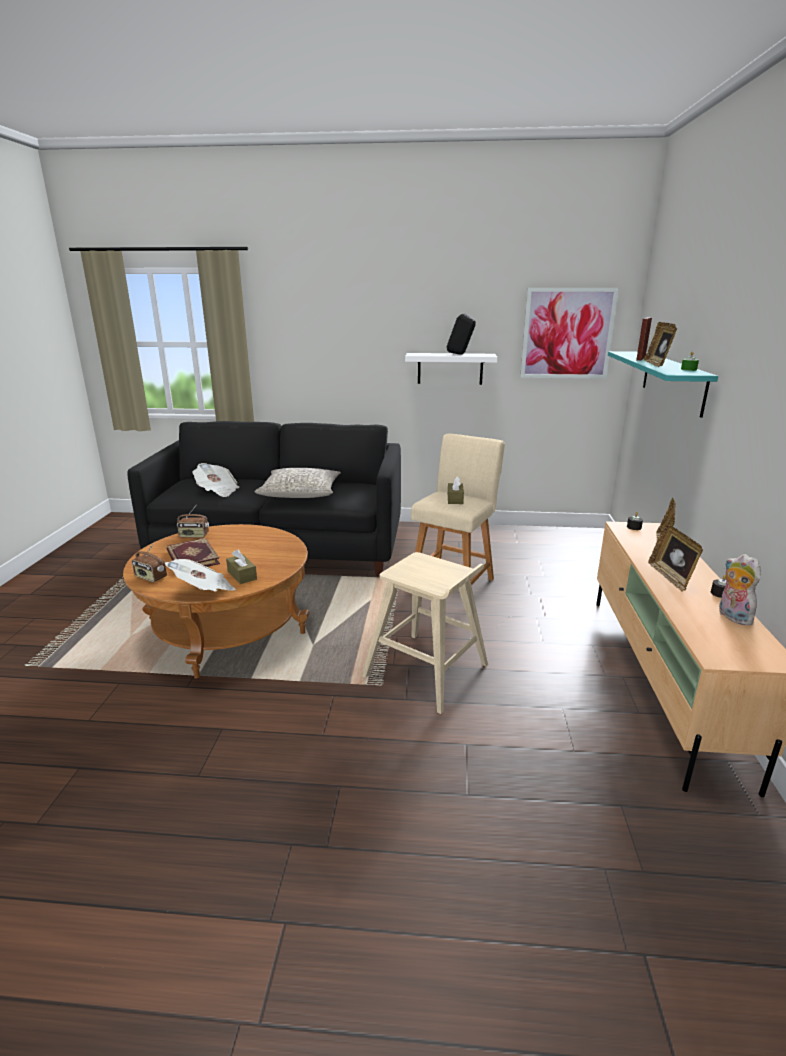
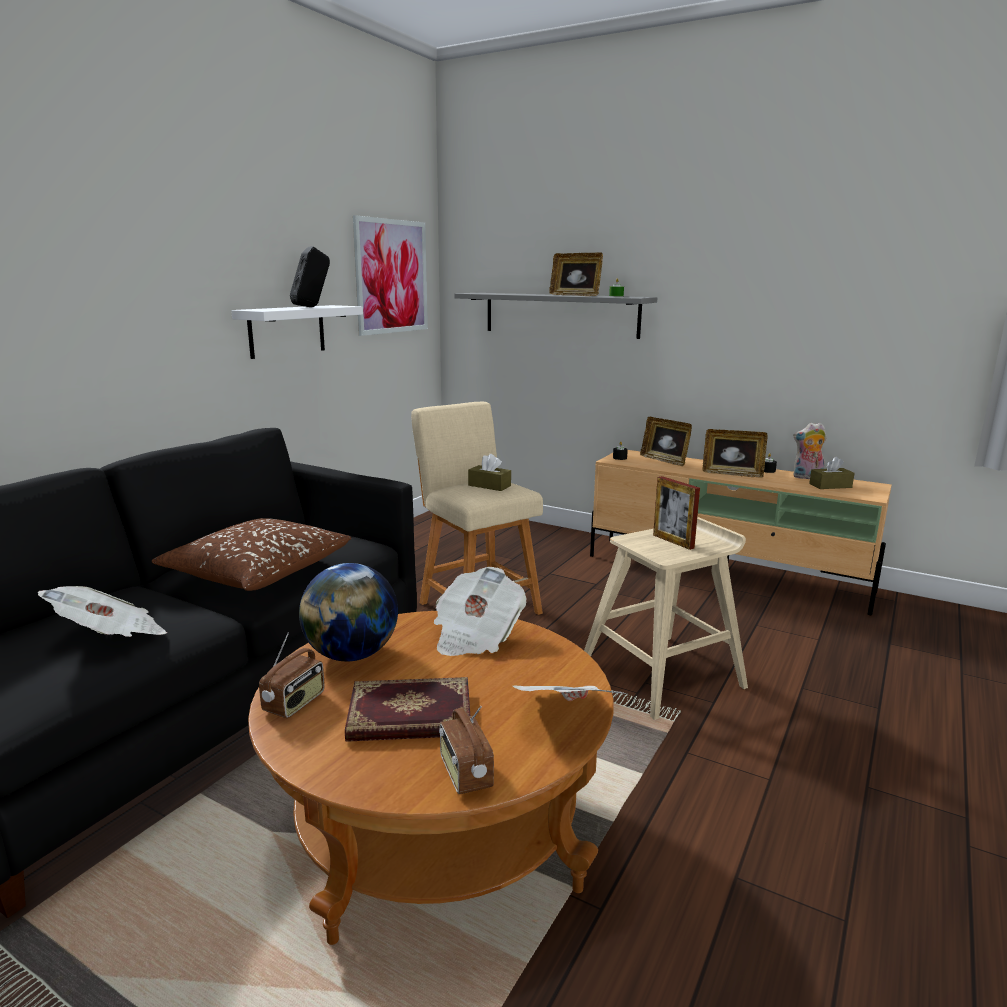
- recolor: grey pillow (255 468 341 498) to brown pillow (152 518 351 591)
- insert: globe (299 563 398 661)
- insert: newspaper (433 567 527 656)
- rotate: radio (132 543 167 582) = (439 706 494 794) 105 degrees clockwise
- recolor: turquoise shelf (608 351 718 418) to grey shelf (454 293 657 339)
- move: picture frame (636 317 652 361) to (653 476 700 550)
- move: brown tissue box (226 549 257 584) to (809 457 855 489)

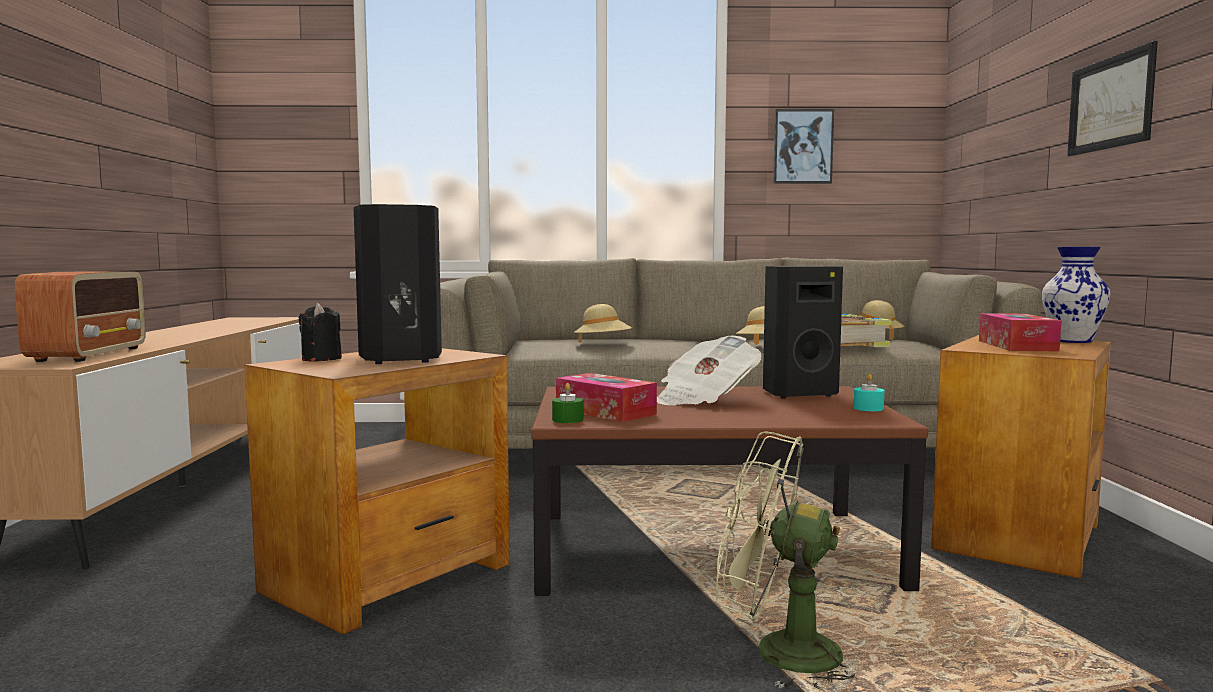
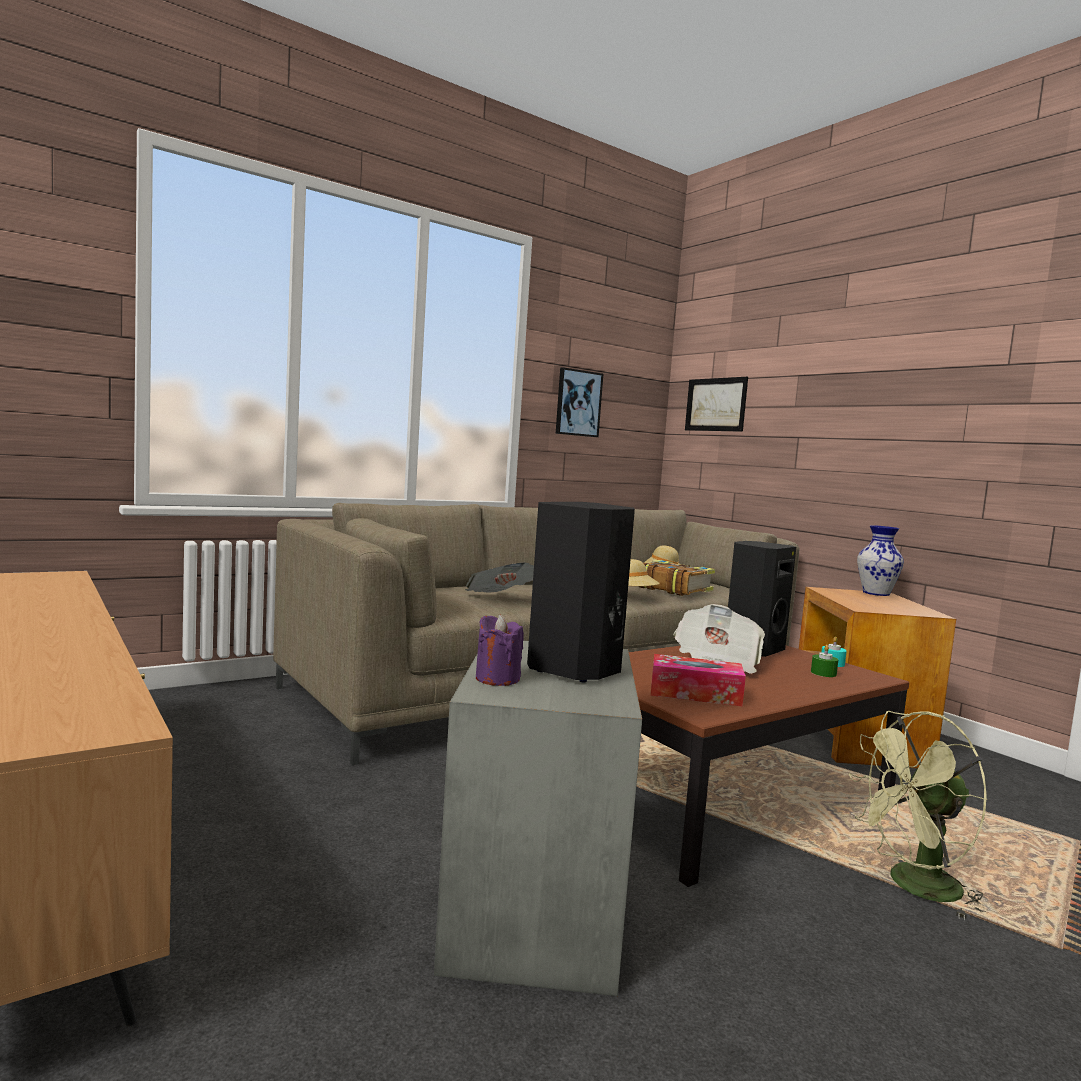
- recolor: brown side table (244 348 510 635) to grey side table (434 641 642 996)
- replace: beige hat (574 304 632 343) to newspaper (465 562 534 593)
- recolor: black candle (298 303 342 362) to purple candle (476 614 524 686)
- move: picture (1067 41 1158 156) to (685 377 748 432)
- move: green candle (552 383 583 423) to (811 645 838 677)
- delete: radio (15 271 146 362)
- delete: tissue box (979 313 1062 351)

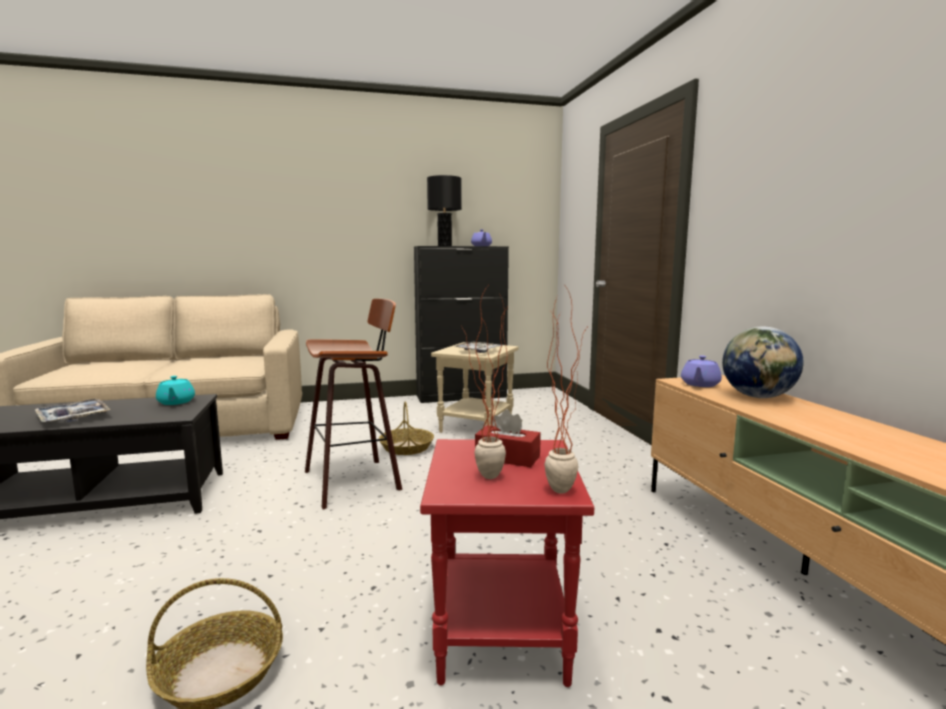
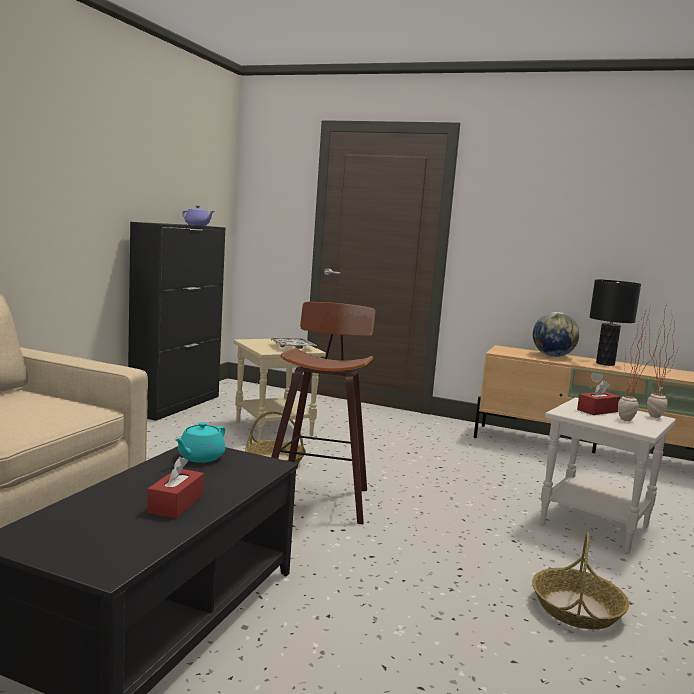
- replace: tray (35 399 110 423) to red tissue box (147 457 204 519)
- rotate: turquoise teapot (156 376 195 405) = (175 422 225 463) 105 degrees clockwise
- recolor: red side table (420 439 594 687) to white side table (540 397 676 553)
- move: black table lamp (427 175 462 246) to (589 279 641 366)
- delete: purple teapot (681 356 722 387)

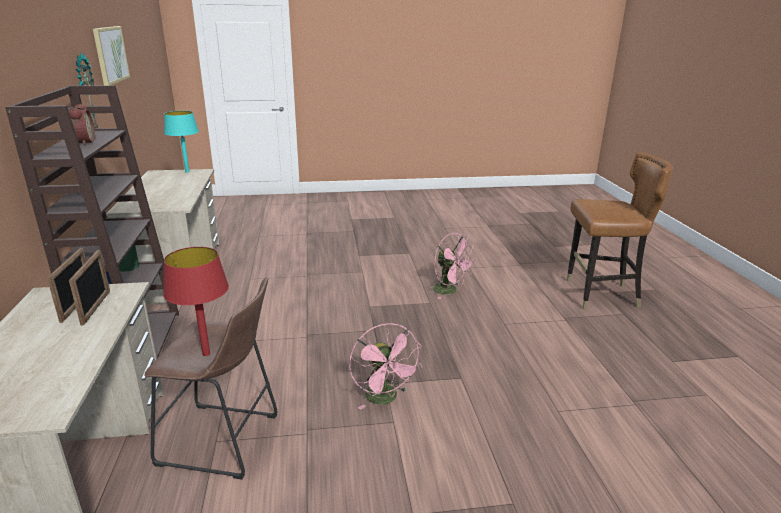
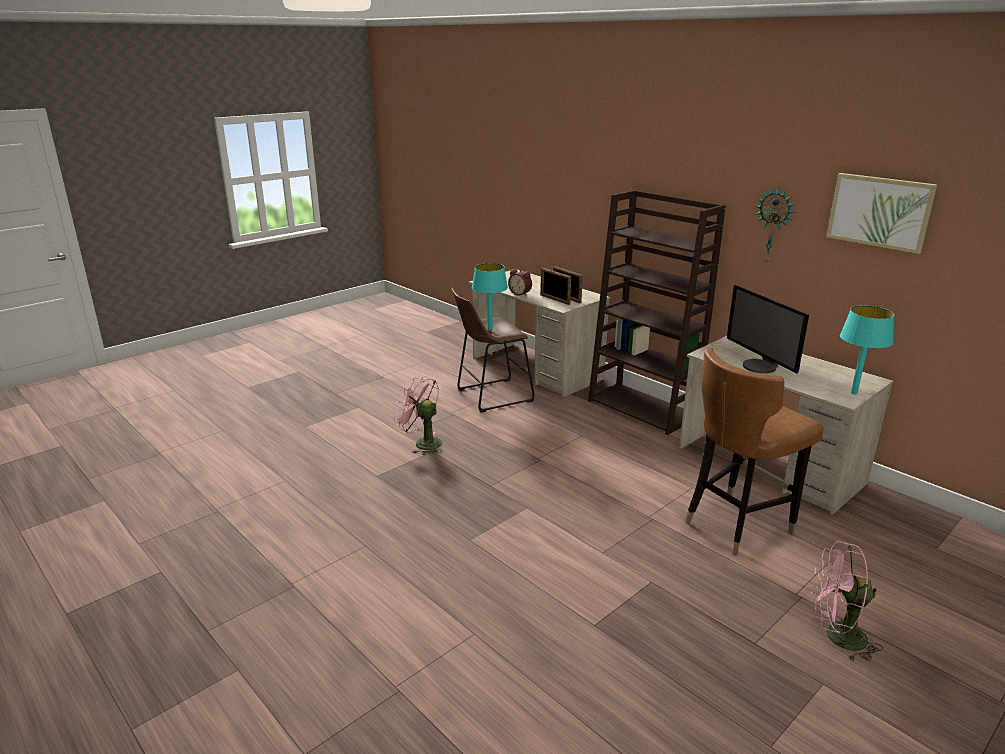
- recolor: red table lamp (163 247 229 356) to turquoise table lamp (472 263 508 330)
- move: alarm clock (69 104 95 145) to (508 269 532 296)
- move: brown chair (567 152 673 310) to (685 348 823 556)
- insert: monitor (727 285 809 374)
- move: pink fan (433 233 476 299) to (811 541 883 661)

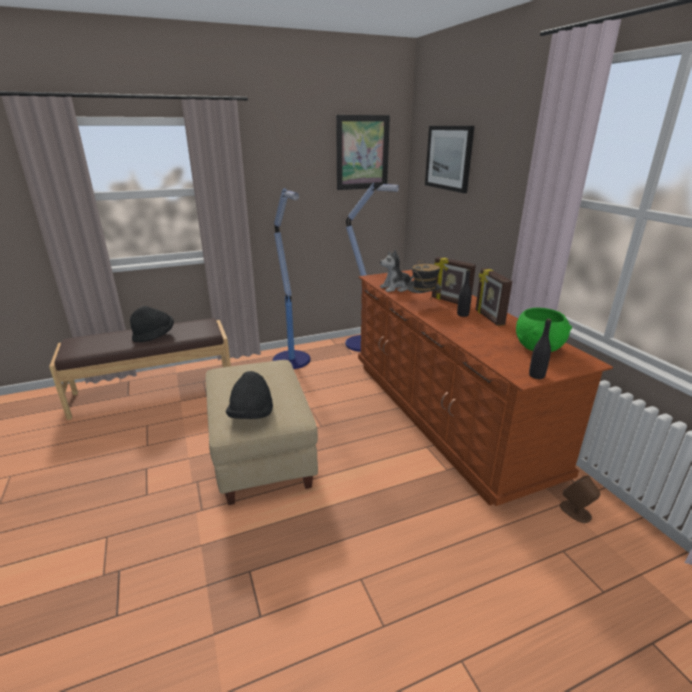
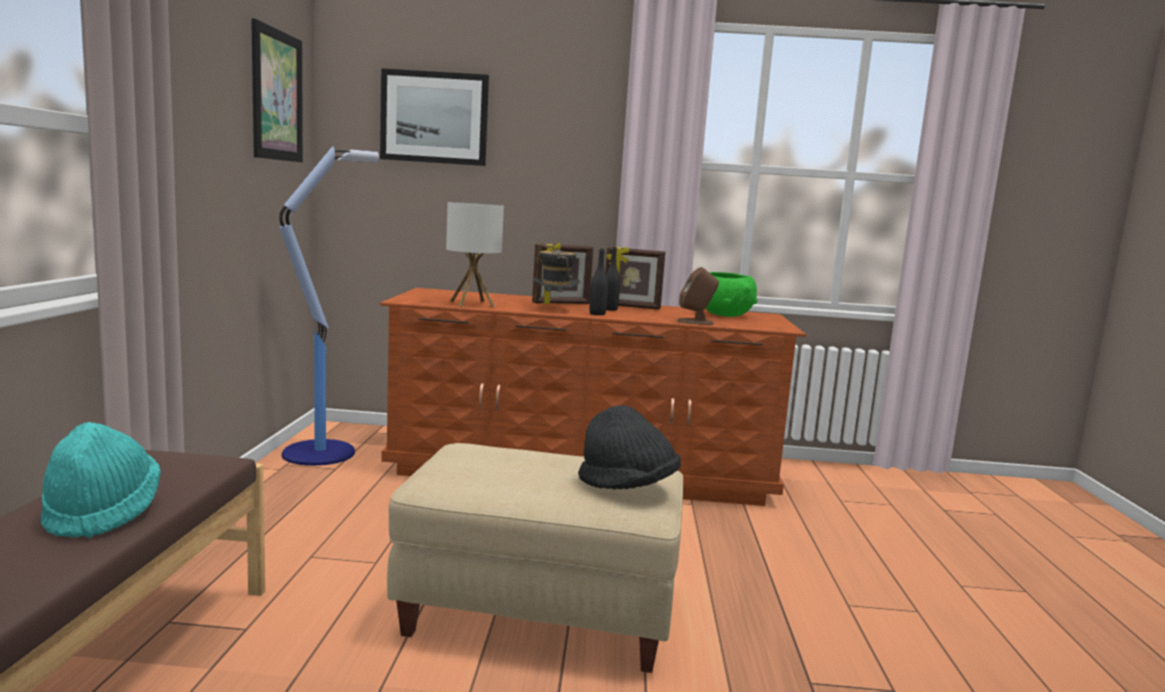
- recolor: black hat (130 306 174 342) to turquoise hat (41 422 161 538)
- replace: plush toy (380 250 414 292) to table lamp (446 202 504 307)
- move: black bottle (529 319 551 379) to (590 248 608 315)
- move: brown speaker (560 476 600 523) to (677 267 719 325)
- delete: floor lamp (272 188 311 369)

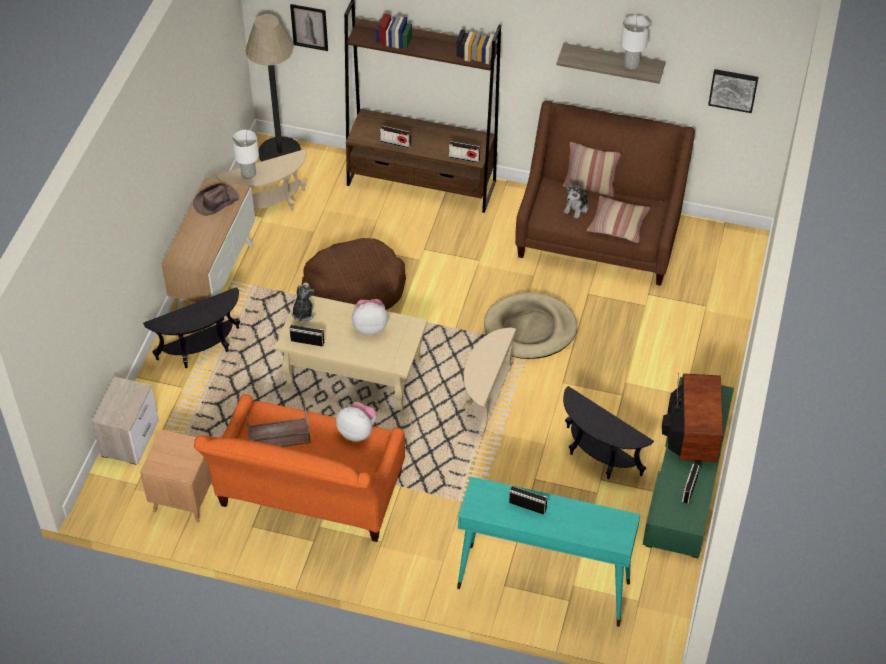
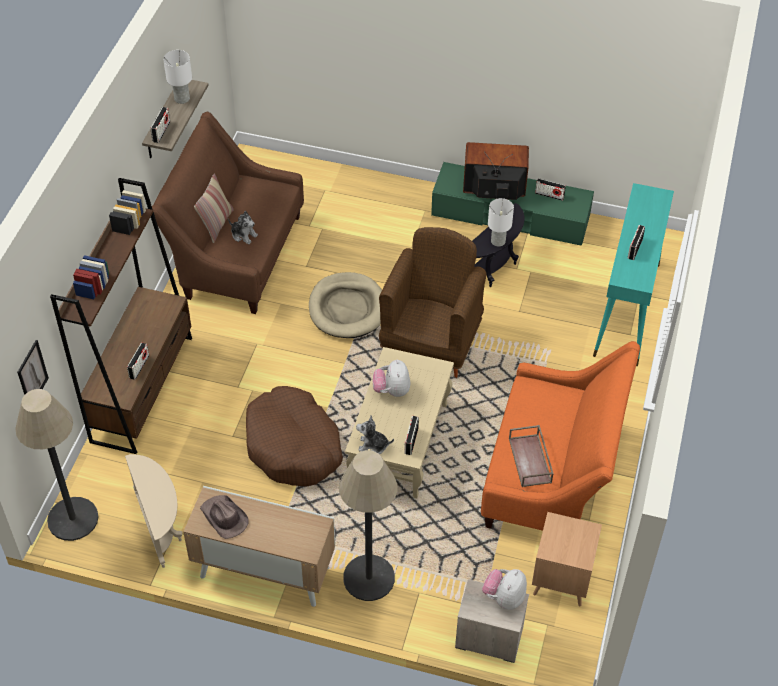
- move: radio (449 141 480 163) to (151 107 170 143)
- replace: black side table (143 287 240 368) to floor lamp (339 450 397 601)
- replace: beige side table (464 328 516 437) to brown armchair (379 227 487 378)
- move: plush toy (336 402 377 441) to (482 569 527 610)
- move: white table lamp (232 130 259 179) to (488 198 514 247)
- delete: pillow (587 196 650 243)
- delete: picture (708 69 759 113)

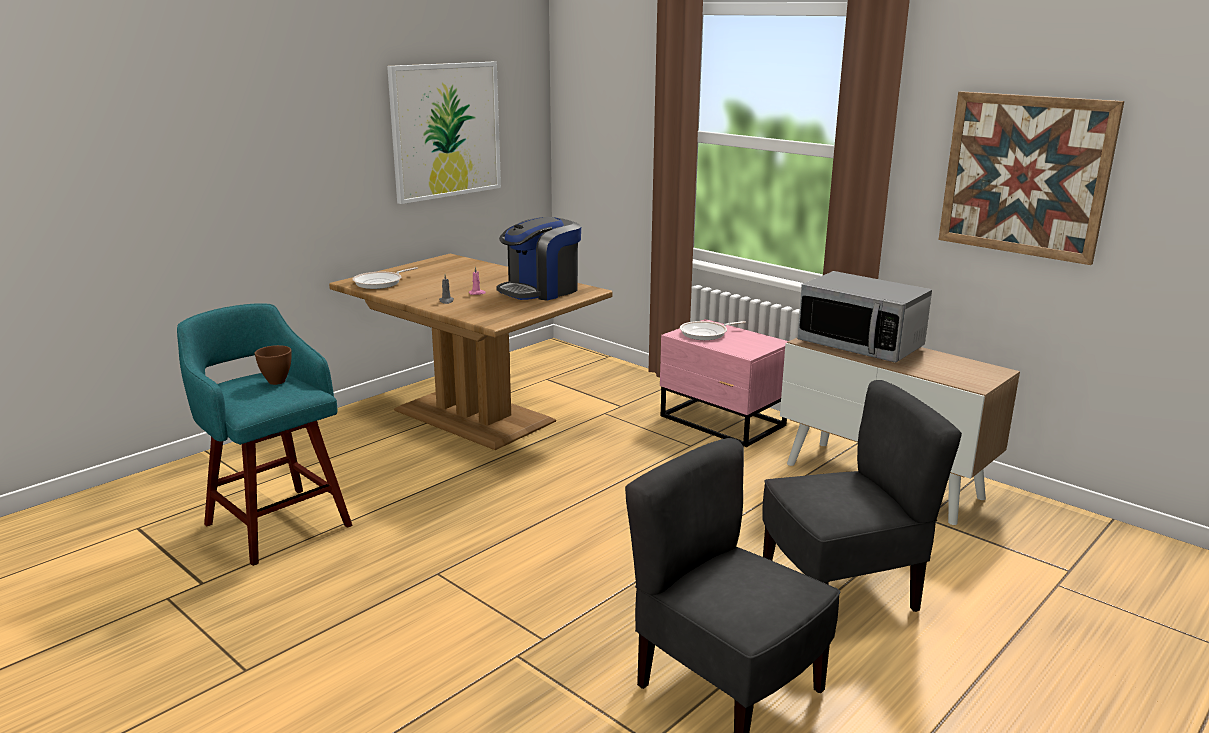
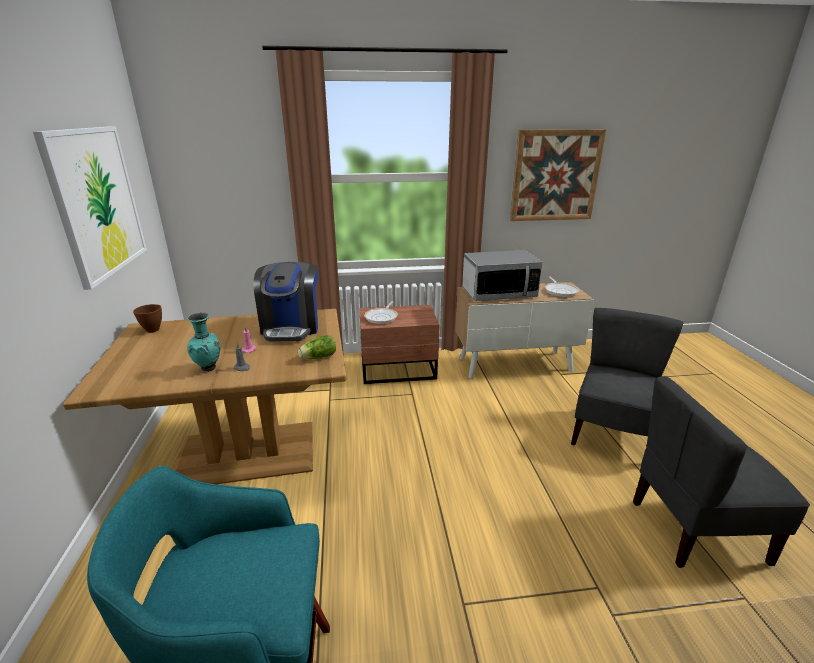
- move: brown bowl (255 345 291 385) to (133 304 162 333)
- insert: turquoise vase (187 313 220 372)
- insert: lettuce (298 335 336 359)
- recolor: pink nightstand (660 319 788 447) to brown nightstand (359 305 439 384)
- move: frying pan (353 267 418 289) to (545 276 579 297)

